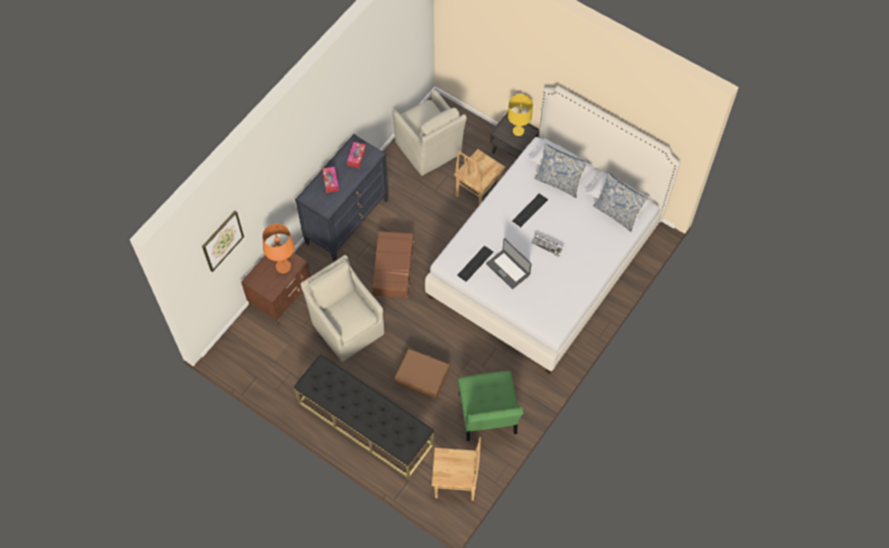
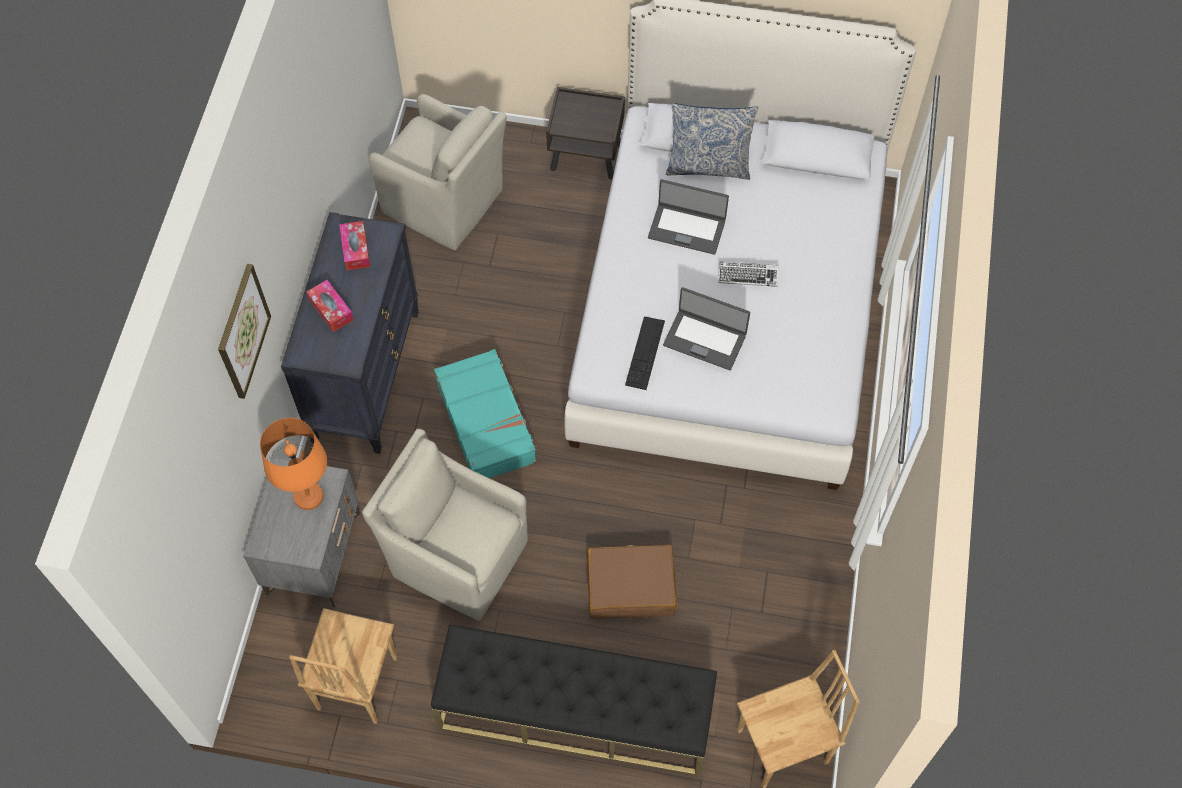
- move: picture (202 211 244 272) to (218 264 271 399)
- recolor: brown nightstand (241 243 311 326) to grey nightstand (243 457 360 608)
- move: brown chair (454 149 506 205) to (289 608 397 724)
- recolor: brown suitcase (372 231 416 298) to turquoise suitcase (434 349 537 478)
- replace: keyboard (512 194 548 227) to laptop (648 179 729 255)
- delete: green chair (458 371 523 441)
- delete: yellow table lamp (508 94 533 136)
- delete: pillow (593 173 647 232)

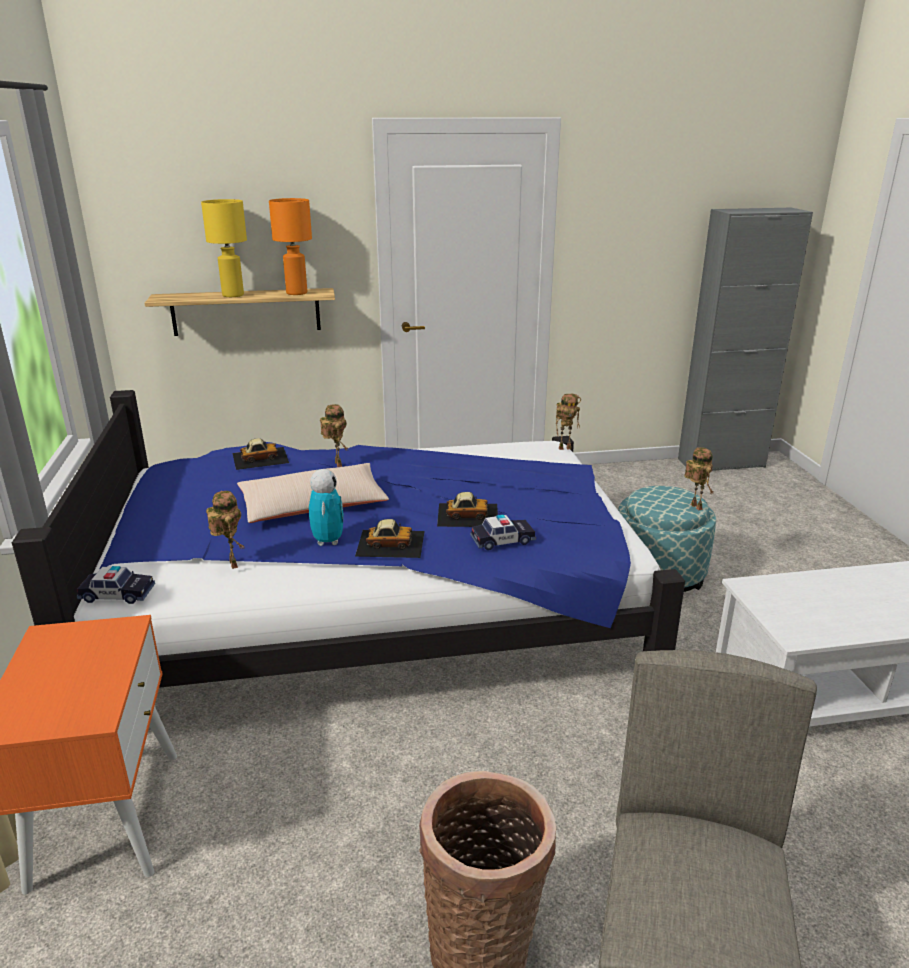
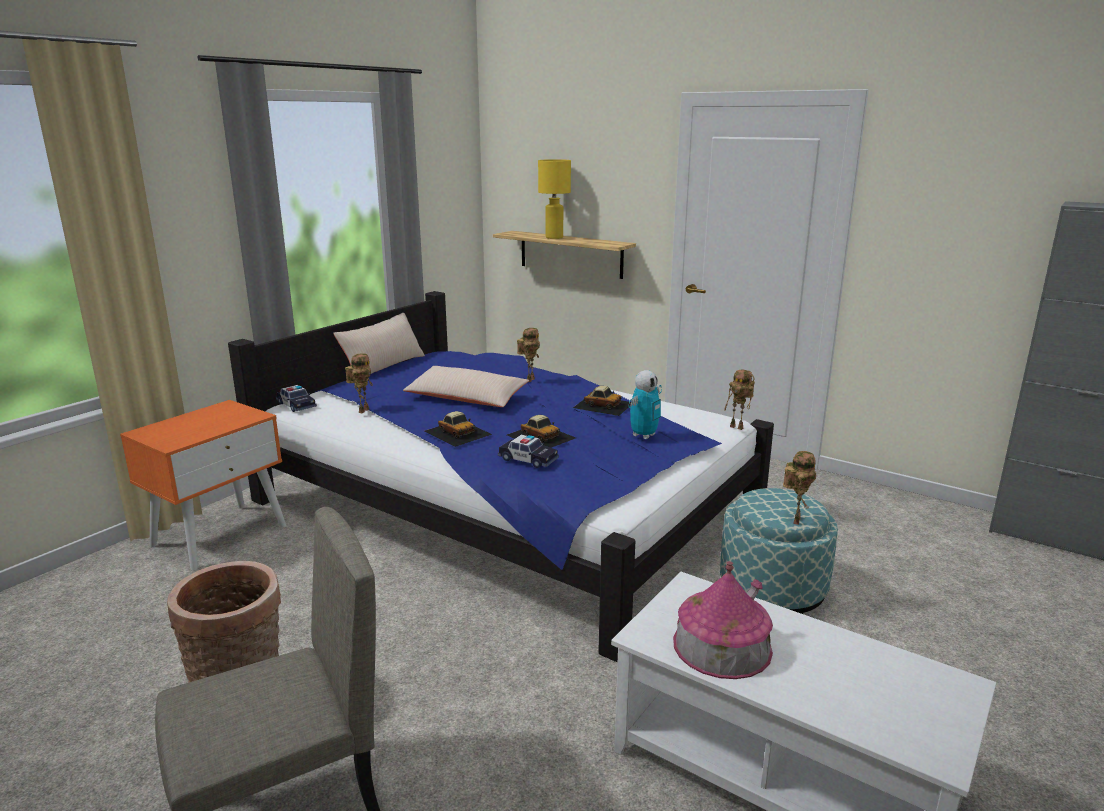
- insert: beige pillow (333 313 425 374)
- move: toy car (233 438 289 470) to (573 386 631 416)
- move: toy robot (309 469 344 546) to (628 370 662 439)
- insert: toy house (673 561 773 679)
- delete: orange table lamp (269 198 312 295)

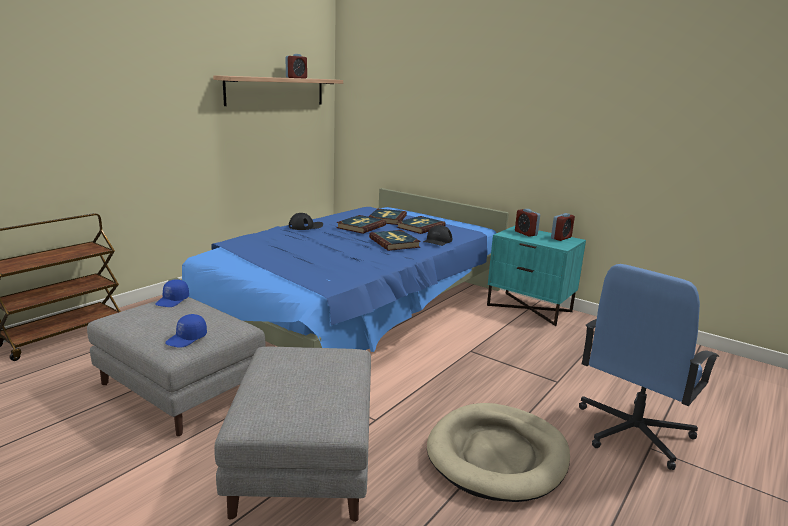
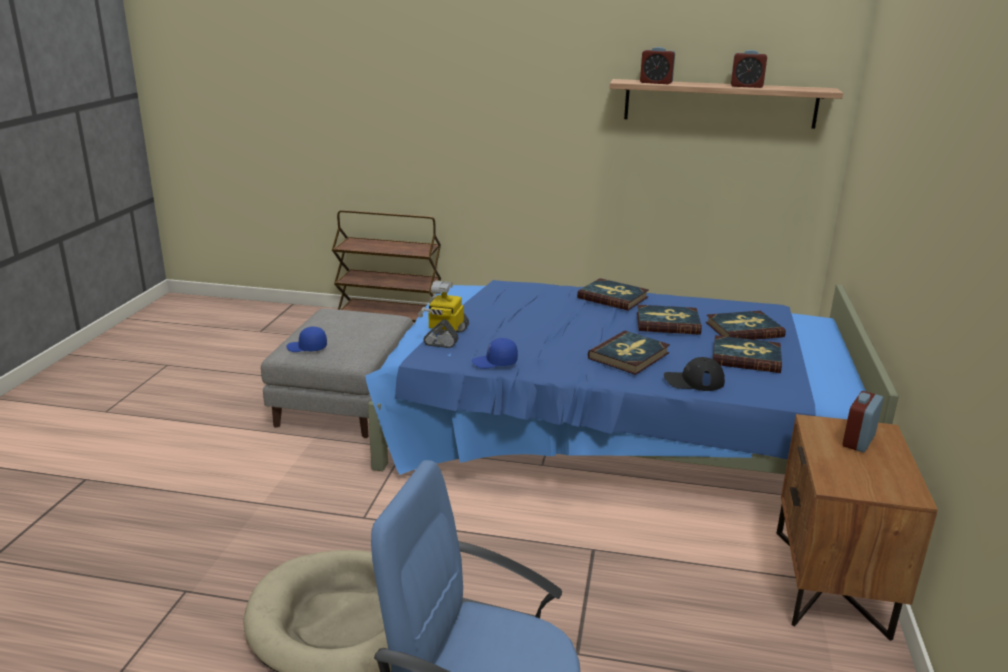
- insert: toy robot (418 280 469 348)
- move: blue cap (155 279 189 307) to (472 338 518 369)
- replace: black cap (289 213 323 230) to book (577 278 649 311)
- move: alarm clock (551 213 575 241) to (640 47 675 84)
- recolor: turquoise nightstand (487 226 586 326) to brown nightstand (776 414 938 641)
- delete: grey ottoman (214 347 371 522)

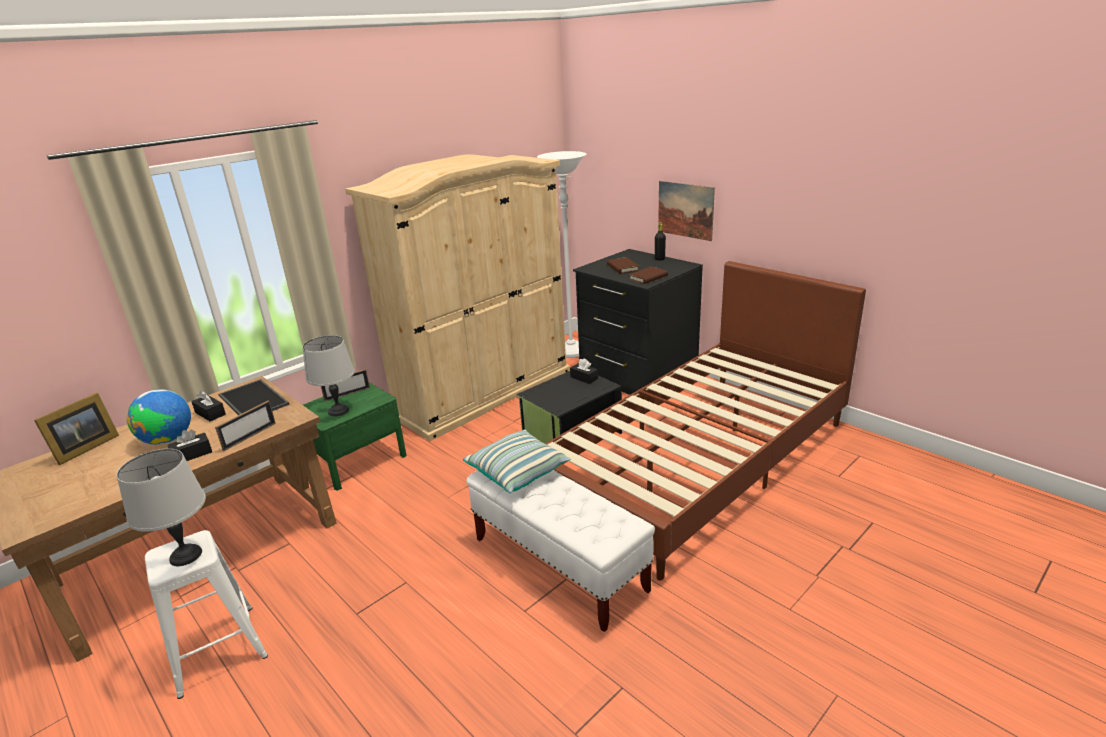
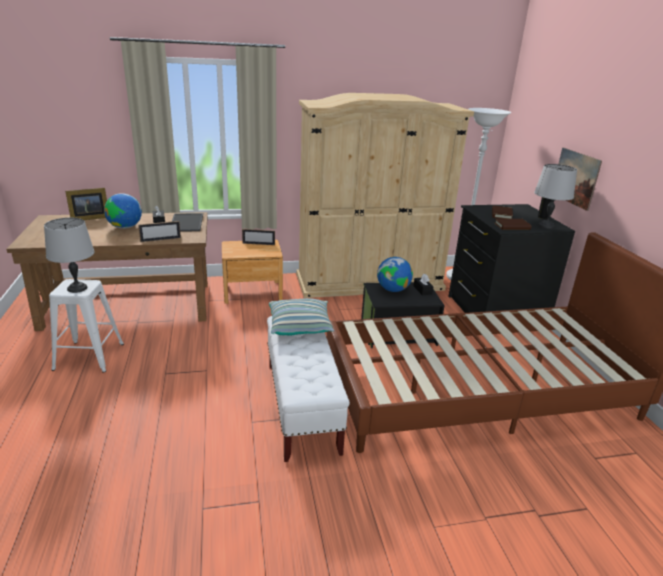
- recolor: green nightstand (303 383 406 490) to brown nightstand (222 240 283 304)
- insert: globe (377 257 413 292)
- move: grey table lamp (303 335 355 416) to (534 164 577 229)
- delete: black tissue box (168 430 212 461)

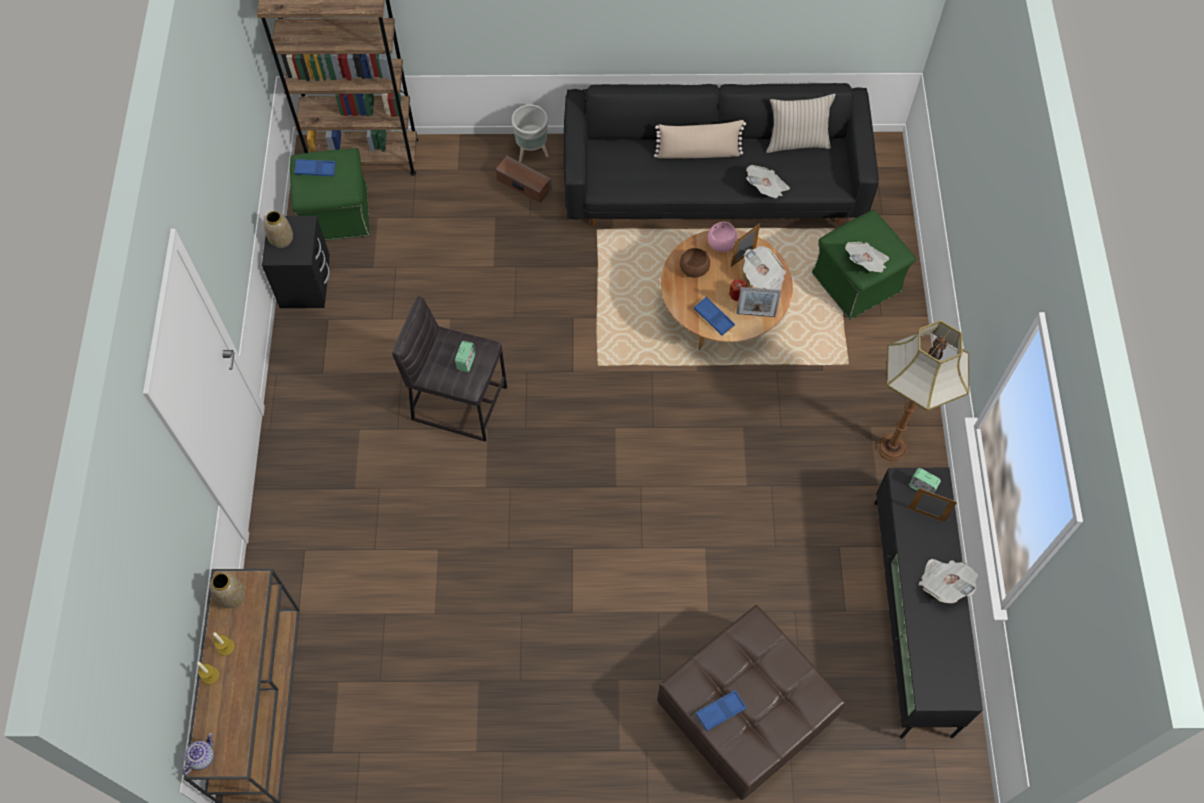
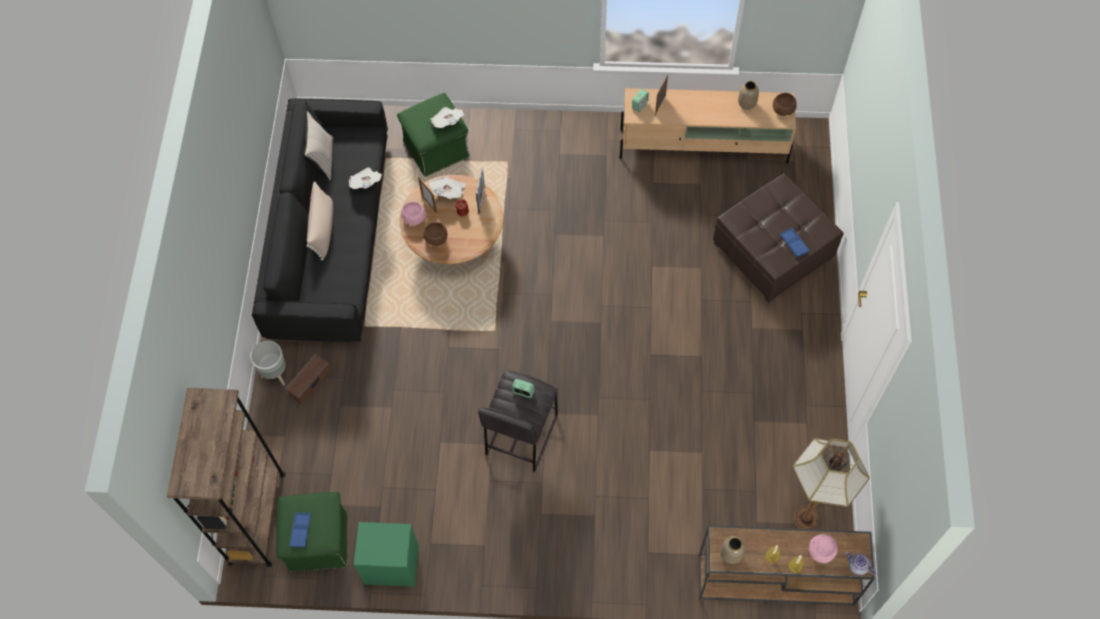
- recolor: black nightstand (262 216 330 308) to green nightstand (354 522 419 587)
- recolor: black tv stand (874 468 983 739) to beige tv stand (620 88 796 164)
- move: vase (264 211 293 248) to (738 81 759 110)
- insert: brown bowl (773 93 797 116)
- move: floor lamp (877 320 969 461) to (792 438 870 529)
- insert: pink bowl (809 534 838 563)
- delete: blue tray (694 297 735 336)
- delete: newspaper (919 559 978 603)

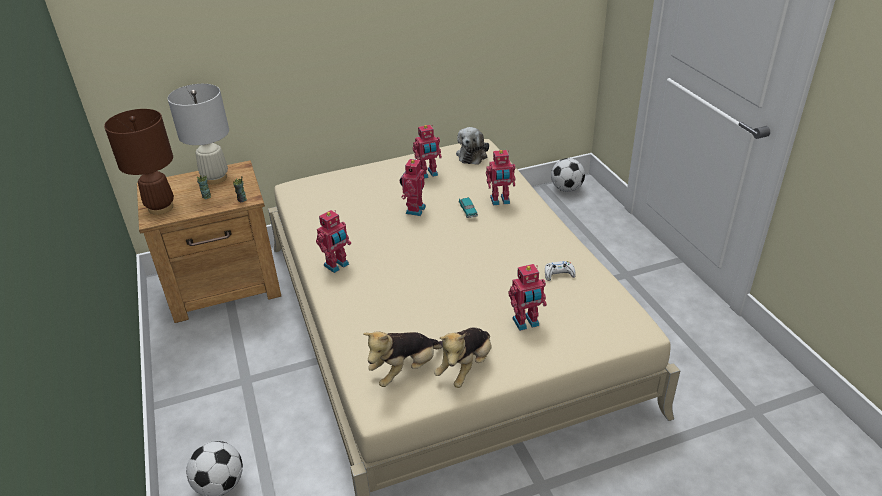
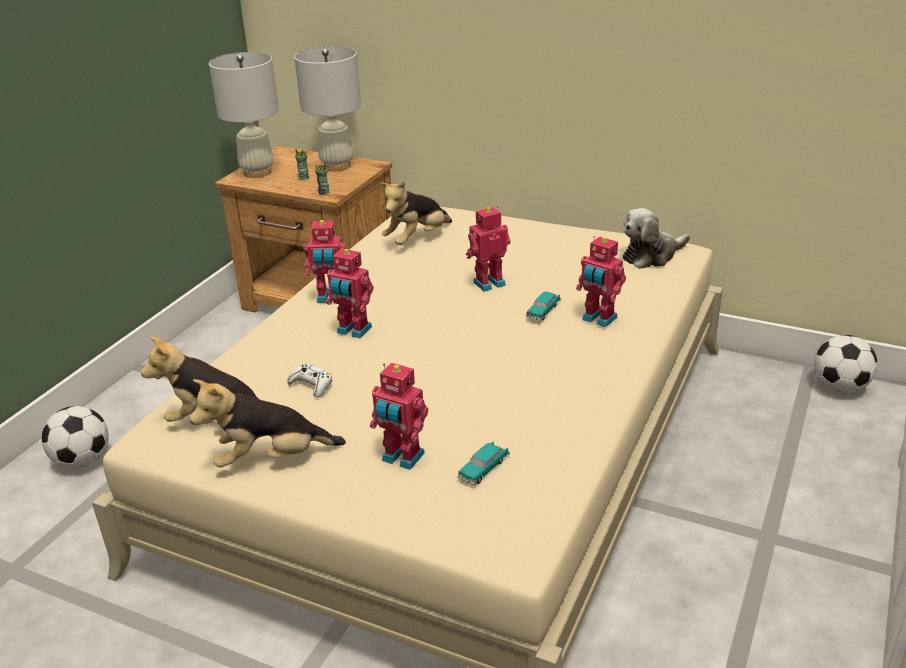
- recolor: brown table lamp (104 109 174 215) to white table lamp (209 52 279 178)
- move: white game controller (545 261 576 281) to (287 364 332 397)
- move: toy robot (413 125 442 179) to (326 249 374 338)
- insert: plush toy (380 181 452 245)
- insert: toy car (457 441 510 486)

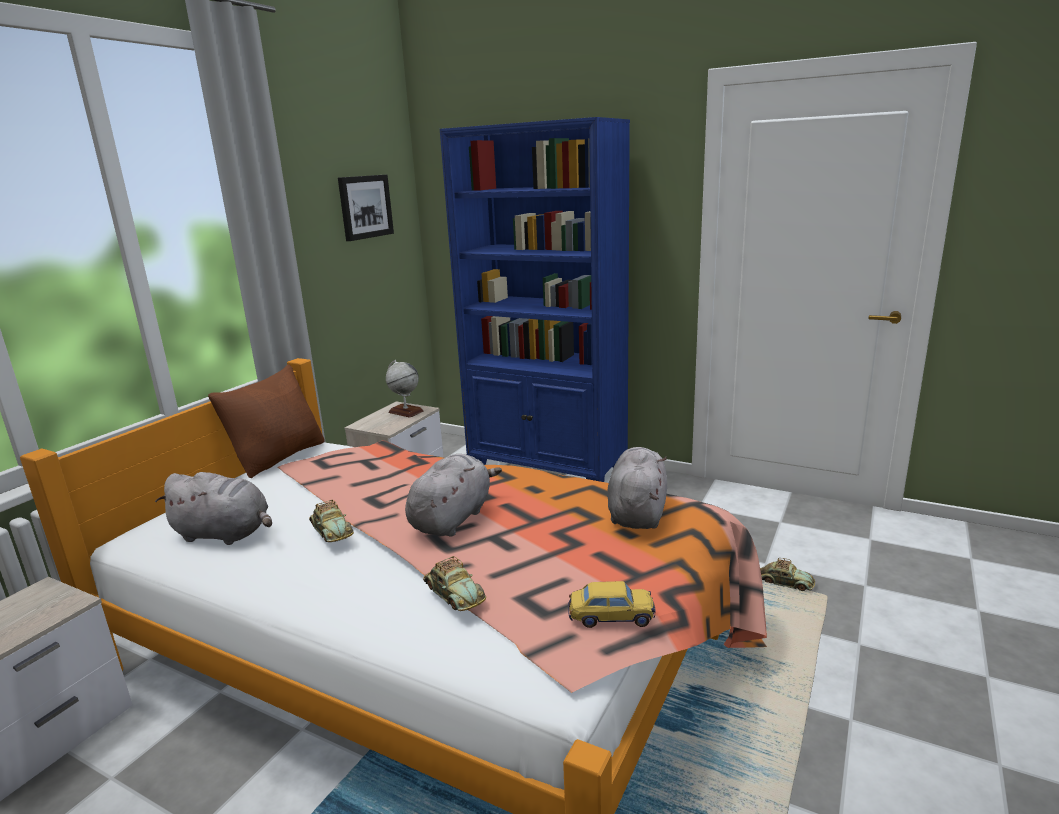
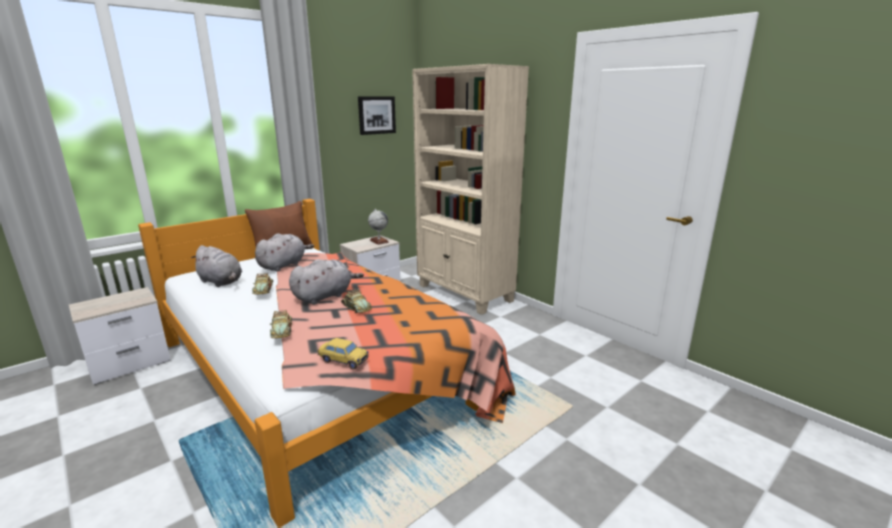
- move: grey plush toy (607 447 667 529) to (255 233 314 271)
- move: toy car (760 558 815 591) to (341 289 372 313)
- recolor: blue bookcase (440 117 630 482) to beige bookcase (412 64 529 315)

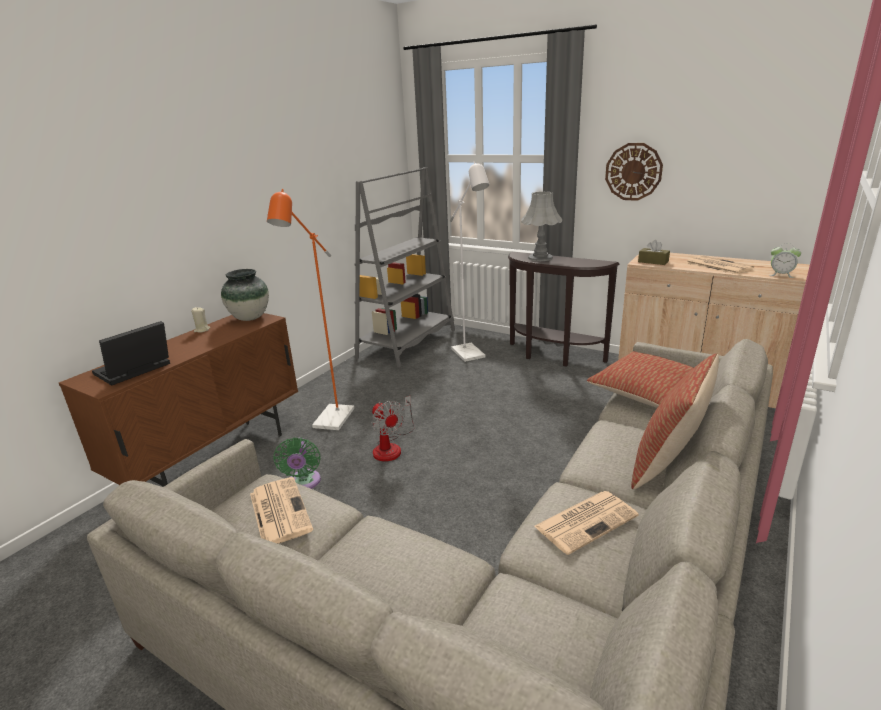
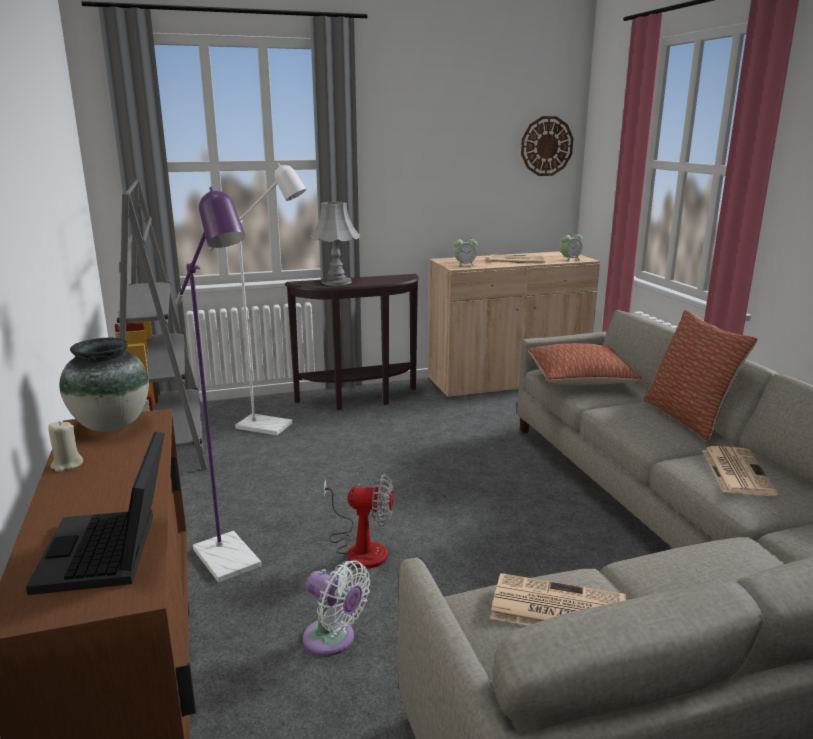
- recolor: orange floor lamp (267 189 354 430) to purple floor lamp (175 187 261 583)
- recolor: green fan (273 437 321 489) to white fan (303 560 370 656)
- replace: brown tissue box (638 240 670 265) to alarm clock (454 235 477 267)
- move: wall clock (605 143 663 201) to (521 116 574 176)

